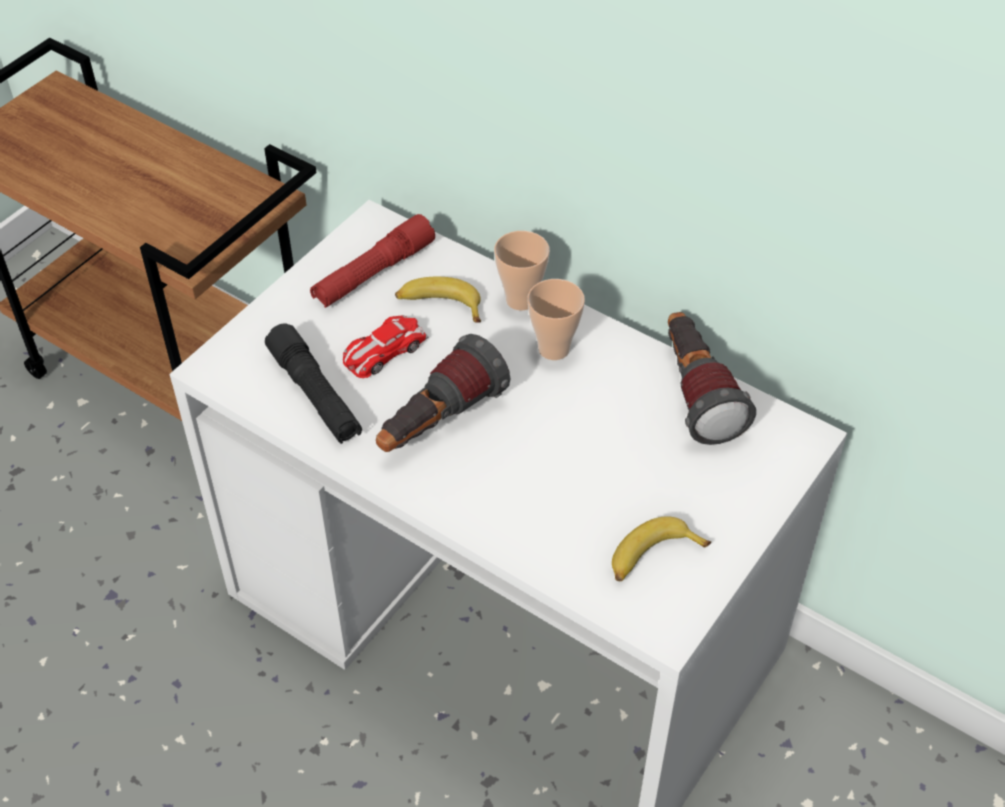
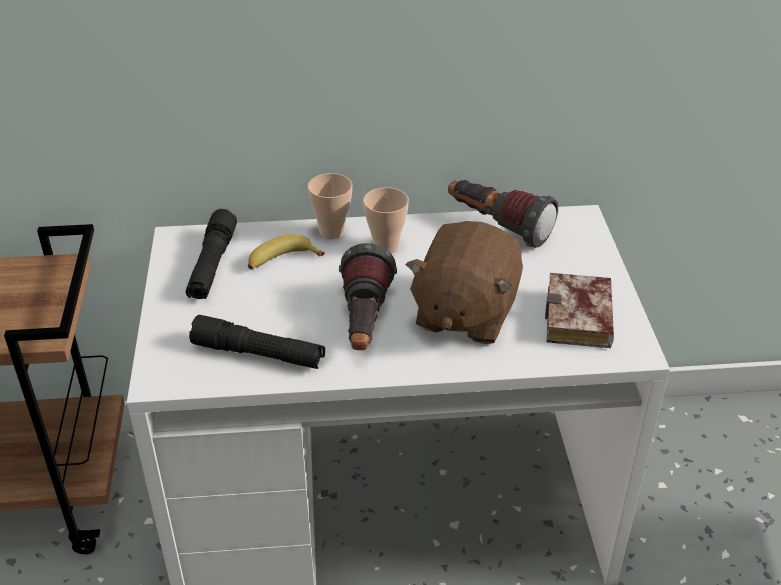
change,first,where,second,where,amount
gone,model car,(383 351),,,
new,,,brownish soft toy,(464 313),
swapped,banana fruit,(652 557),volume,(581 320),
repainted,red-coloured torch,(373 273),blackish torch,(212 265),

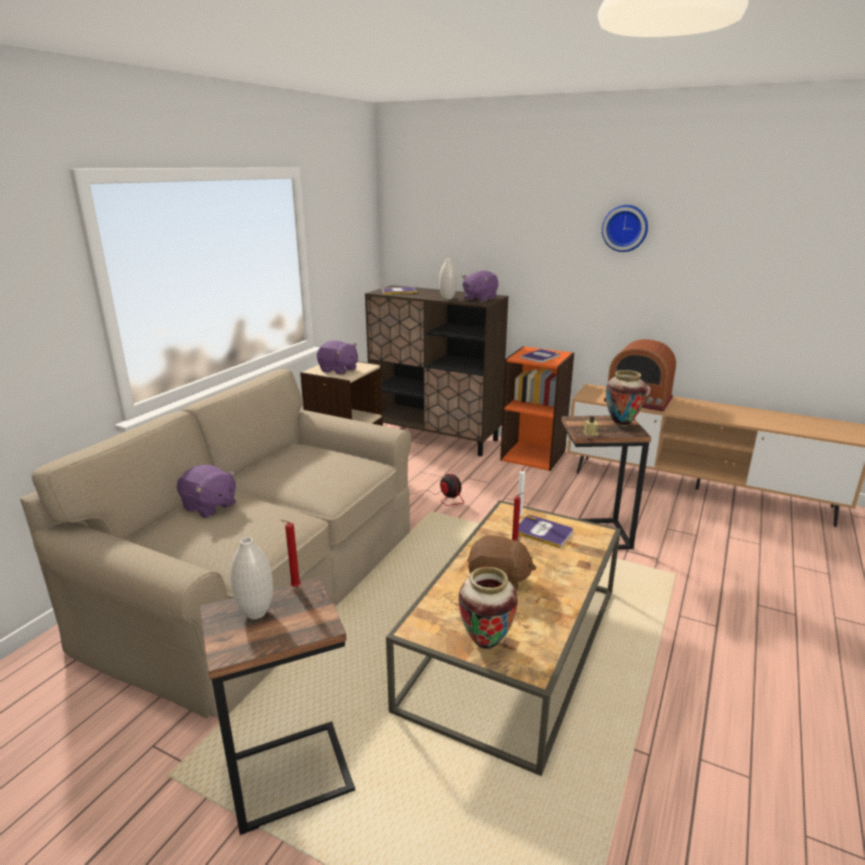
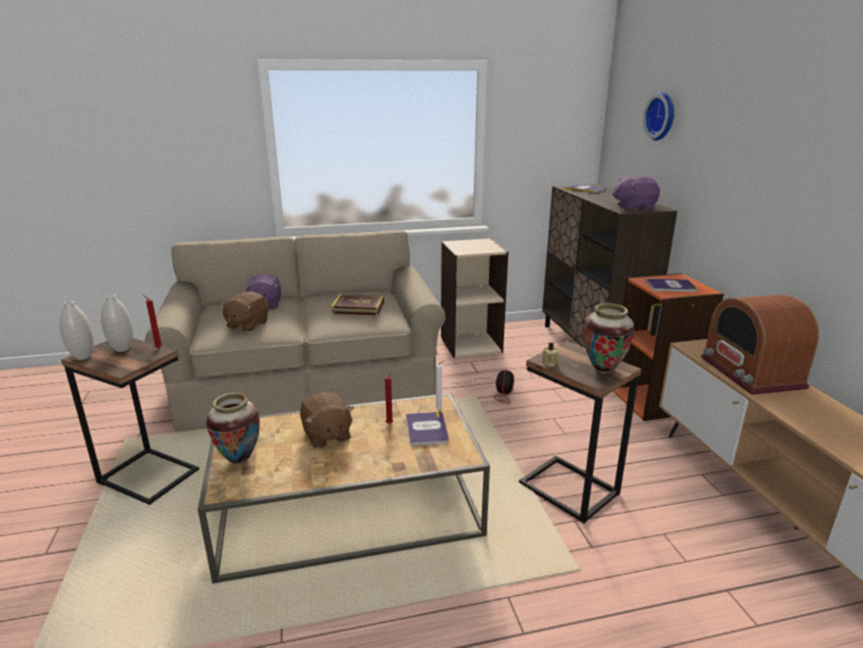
change,first,where,second,where,amount
gone,purplish soft toy,(338 370),,,
new,,,brownish soft toy,(247 325),
new,,,volume,(358 308),
shifted,white-coloured flower vase,(447 298),,(83 357),
shifted,clock on the wall,(625 228),,(662 116),

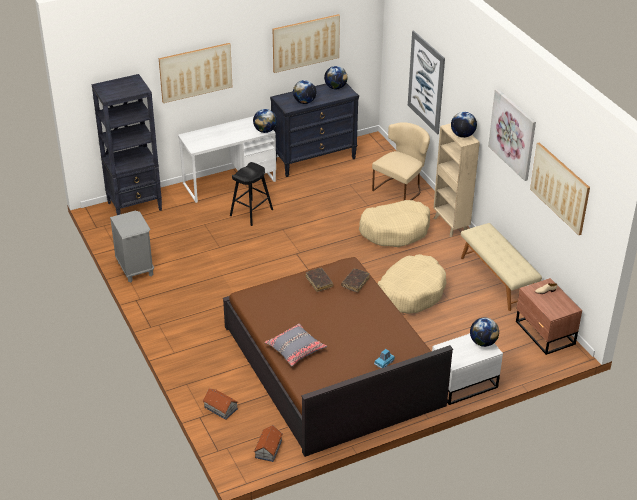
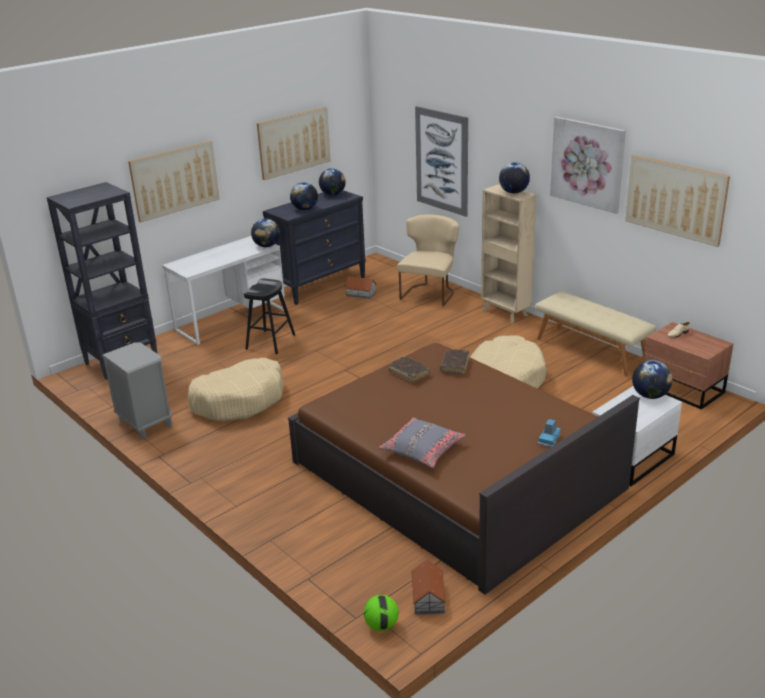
change,first,where,second,where,amount
new,,,ball for football,(381 625),
shifted,model house,(221 408),,(361 294),
shifted,beige-coloured dog bed,(395 230),,(239 400),

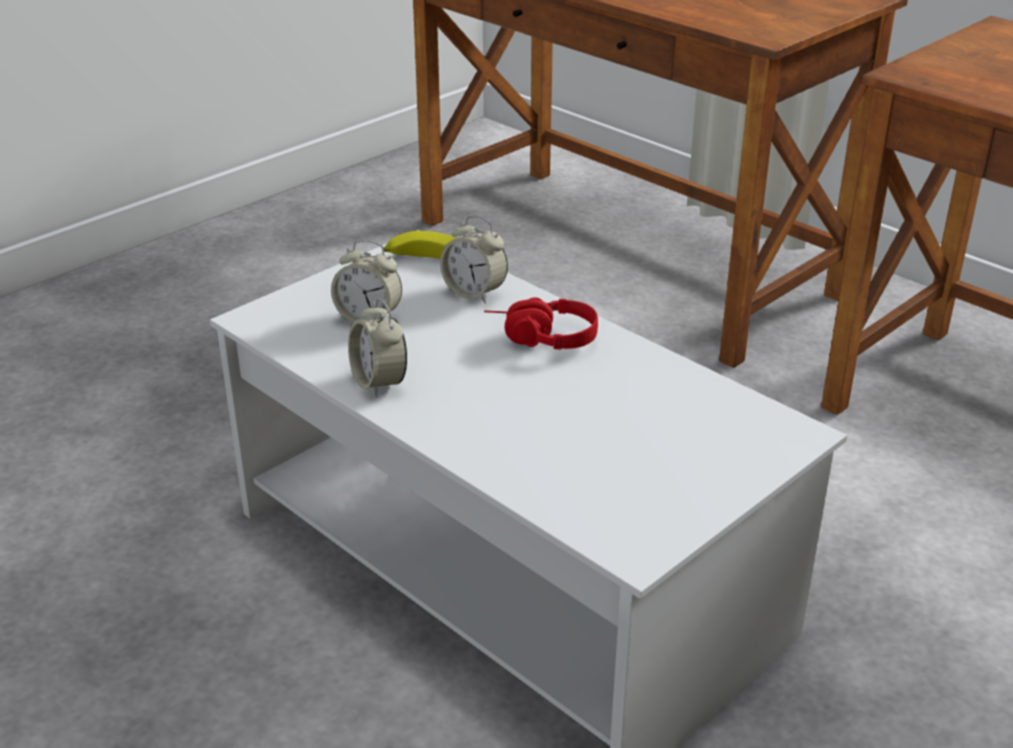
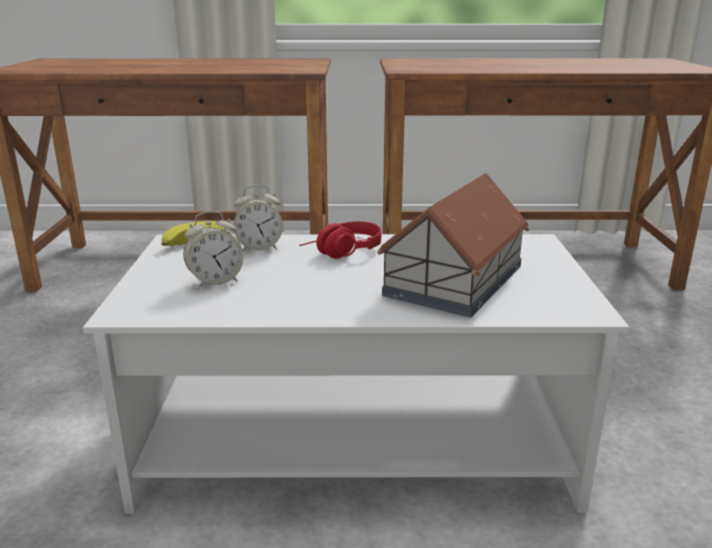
change,first,where,second,where,amount
gone,bedside clock,(379 382),,,
new,,,model house,(456 279),

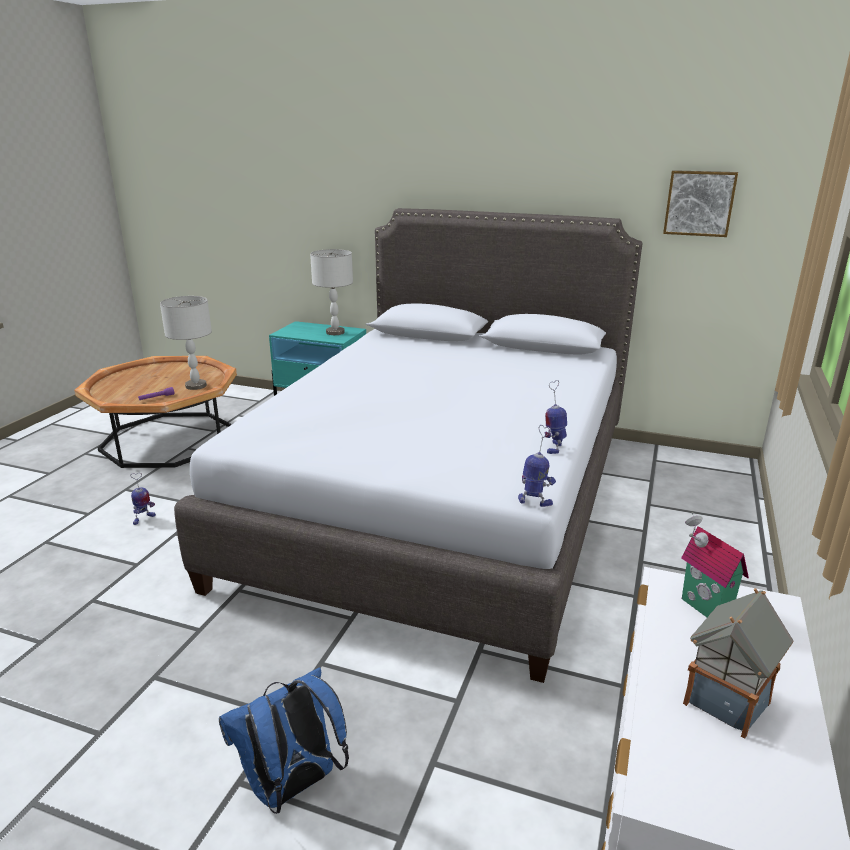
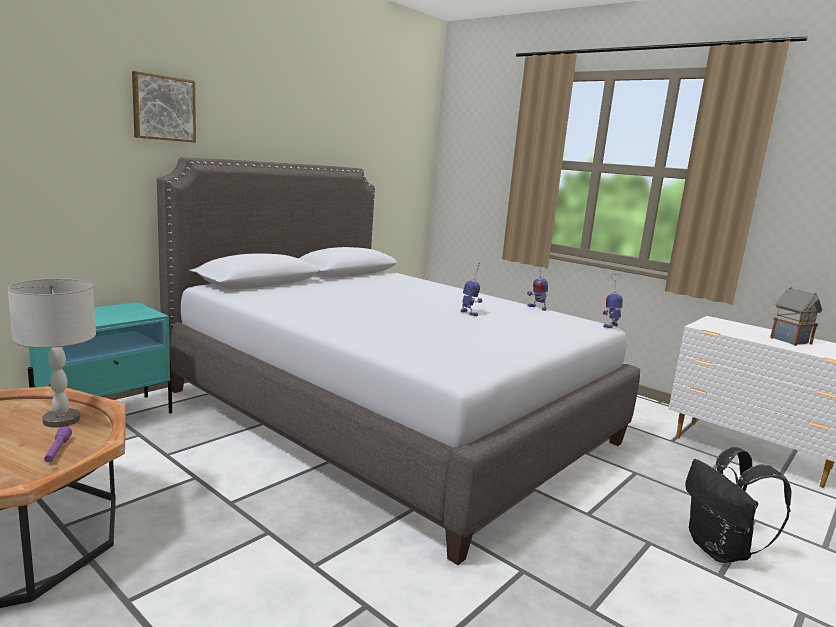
change,first,where,second,where,amount
gone,gray tabletop lamp,(335 332),,,
gone,model house,(702 609),,,
shifted,toy robot,(143 519),,(469 313),
shifted,wall picture,(699 203),,(163 108),
repainted,blue-coloured rucksack,(292 787),blackish rucksack,(720 551),

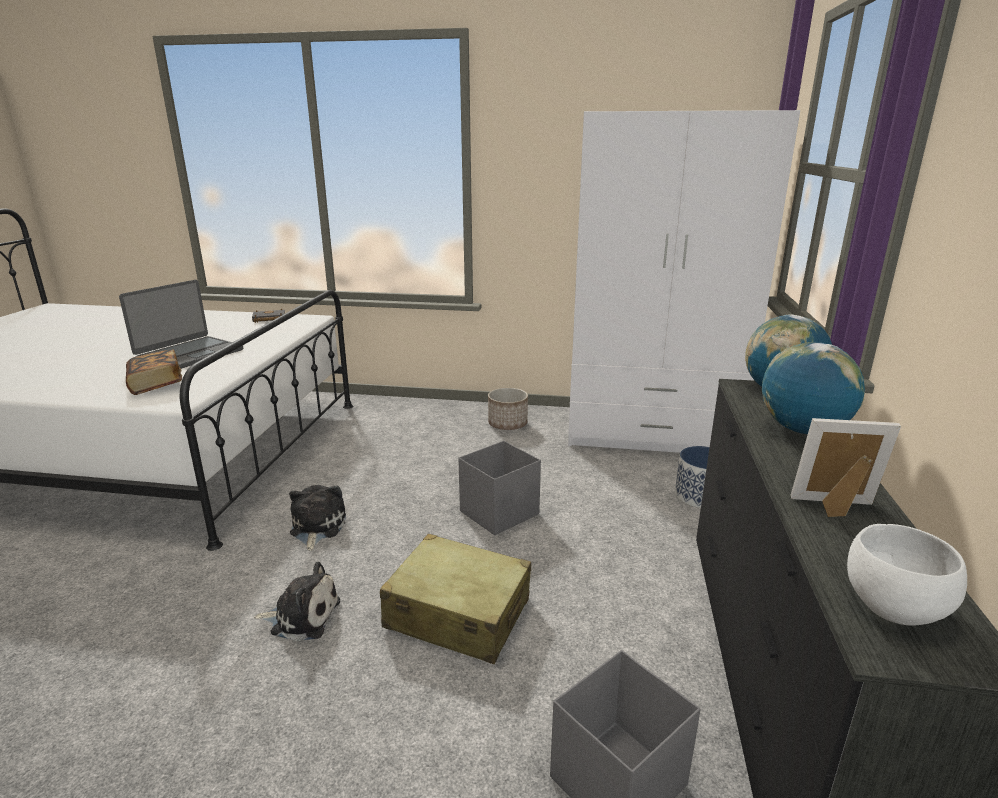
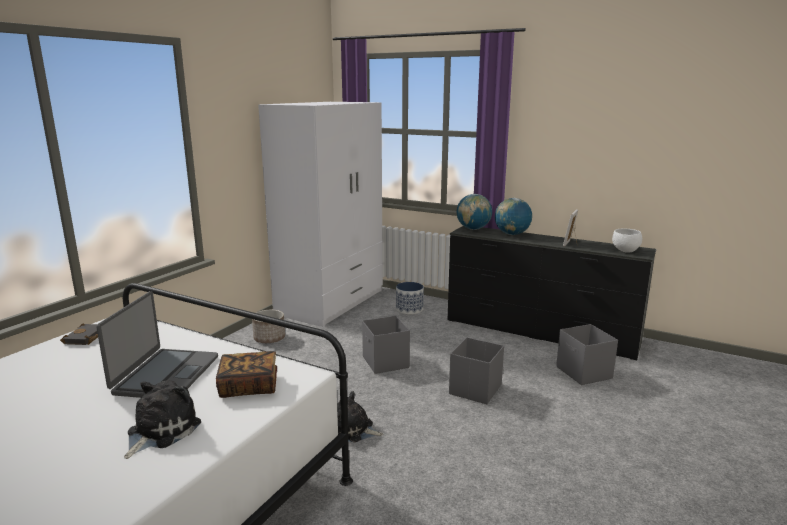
change,first,where,second,where,amount
shifted,soft toy,(302 616),,(160 431),
swapped,beige-coloured suitcase,(458 614),gray storage container,(474 390),
rotated,laptop,(189 355),,(165 375),45 degrees clockwise

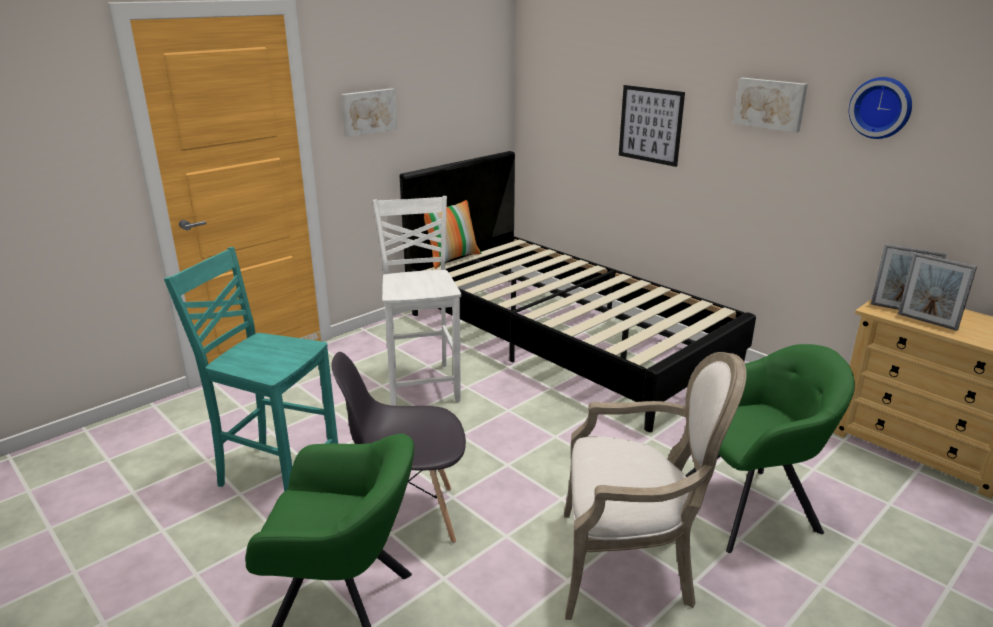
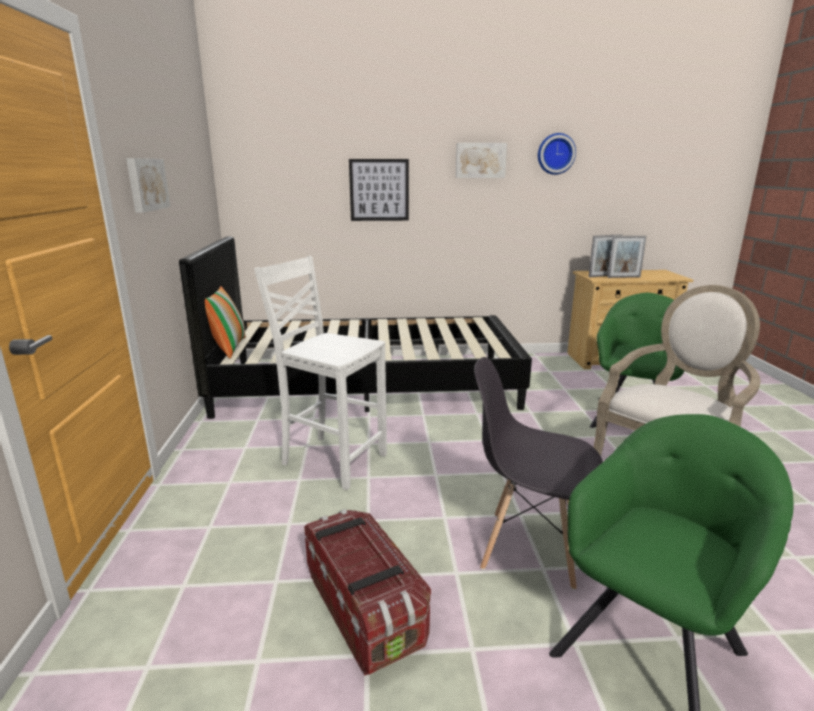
change,first,where,second,where,amount
swapped,turquoise-coloured plain chair,(277 474),storage container,(364 608),
rotated,gray plain chair,(409 518),,(529 548),75 degrees clockwise

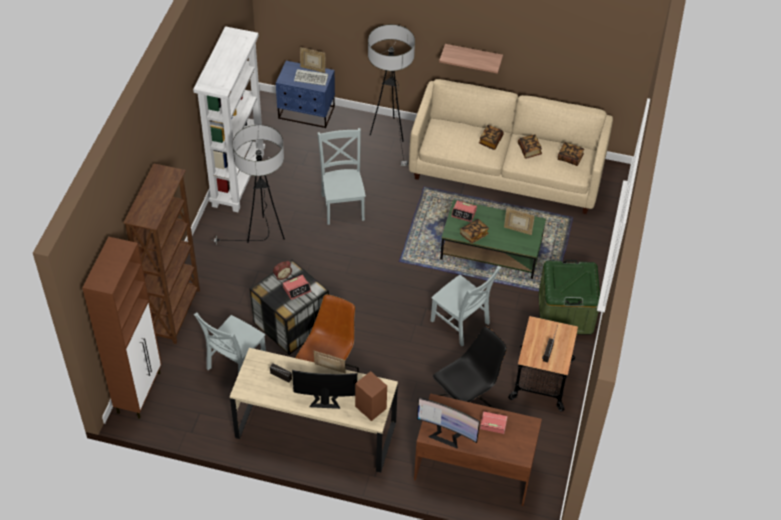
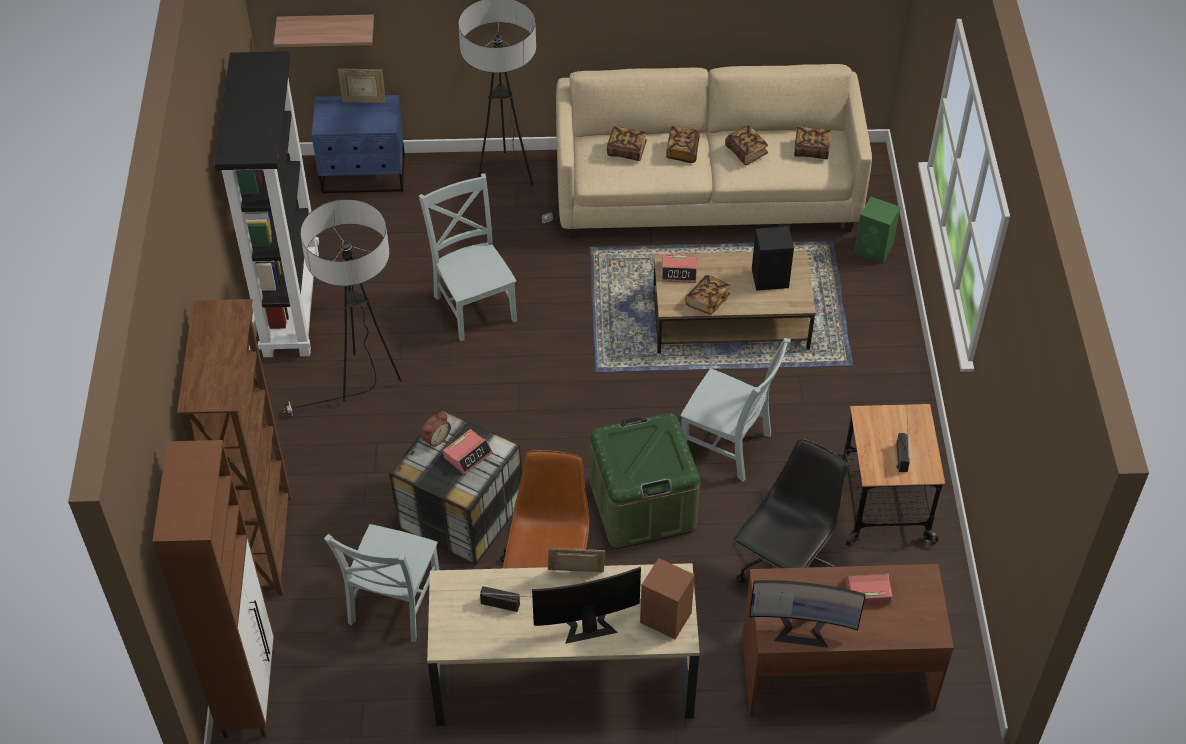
change,first,where,second,where,amount
gone,computer keyboard,(312 78),,,
new,,,volume,(626 150),
new,,,greenish audio speaker,(874 249),
shifted,bracket shelf,(473 57),,(327 28),
shifted,greenish storage container,(565 313),,(642 506),
swapped,photo frame,(517 230),blackish audio speaker,(771 278),
repainted,white-coloured bookshelf,(237 179),blackish bookshelf,(290 303),
repainted,greenish low table,(492 250),brownish low table,(731 320),

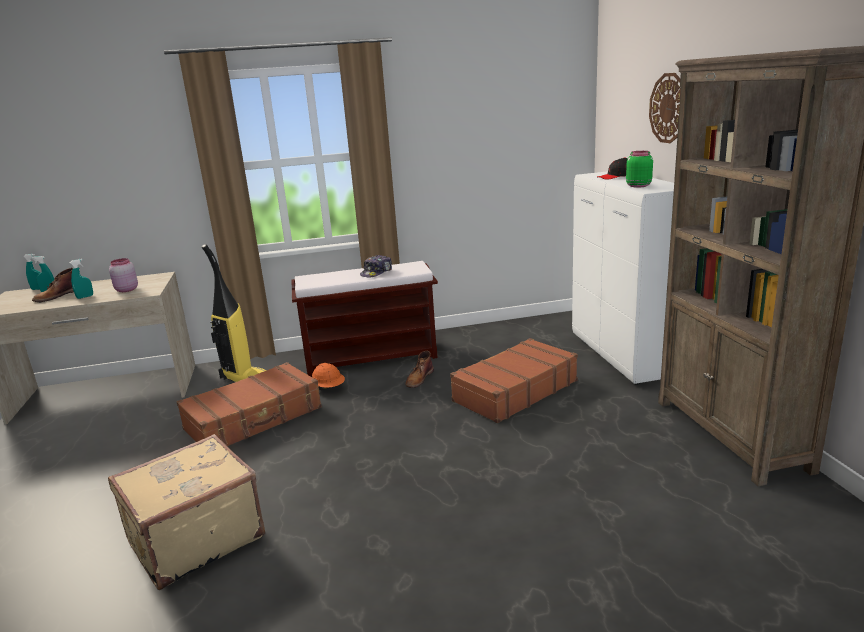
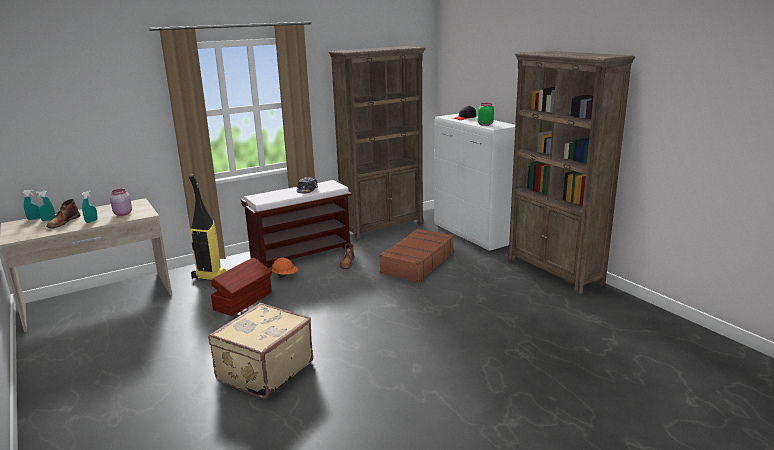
change,first,where,second,where,amount
gone,clock on the wall,(668 108),,,
new,,,brownish bookshelf,(383 227),
swapped,brownish suitcase,(254 419),brownish storage container,(244 301),

